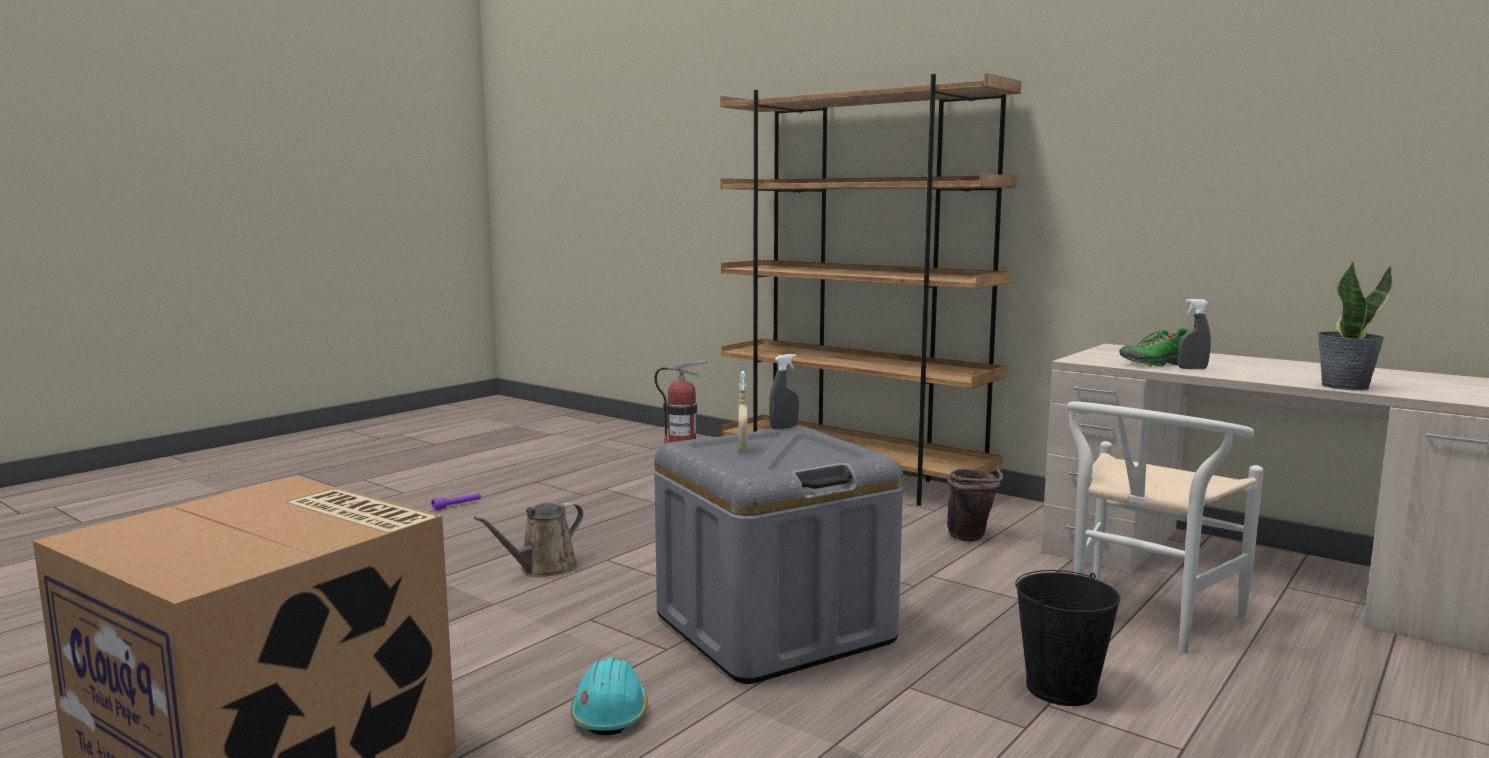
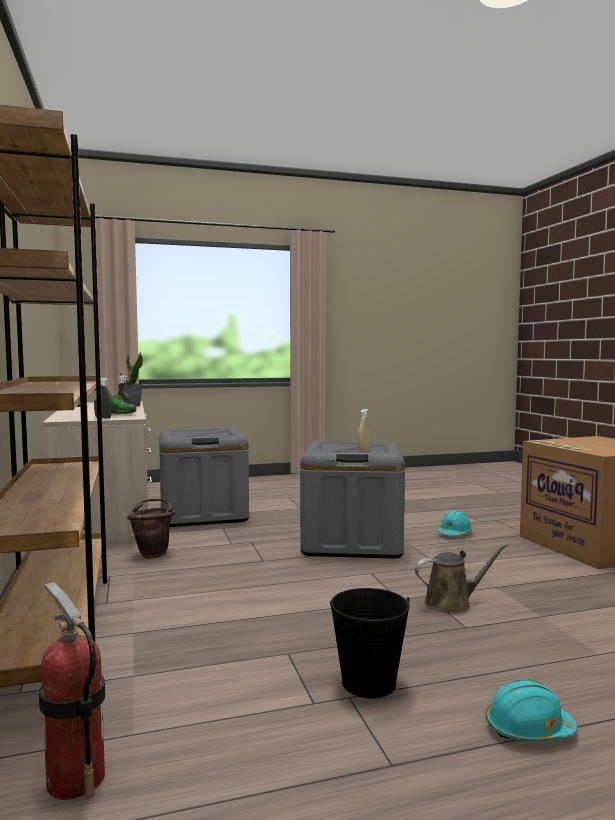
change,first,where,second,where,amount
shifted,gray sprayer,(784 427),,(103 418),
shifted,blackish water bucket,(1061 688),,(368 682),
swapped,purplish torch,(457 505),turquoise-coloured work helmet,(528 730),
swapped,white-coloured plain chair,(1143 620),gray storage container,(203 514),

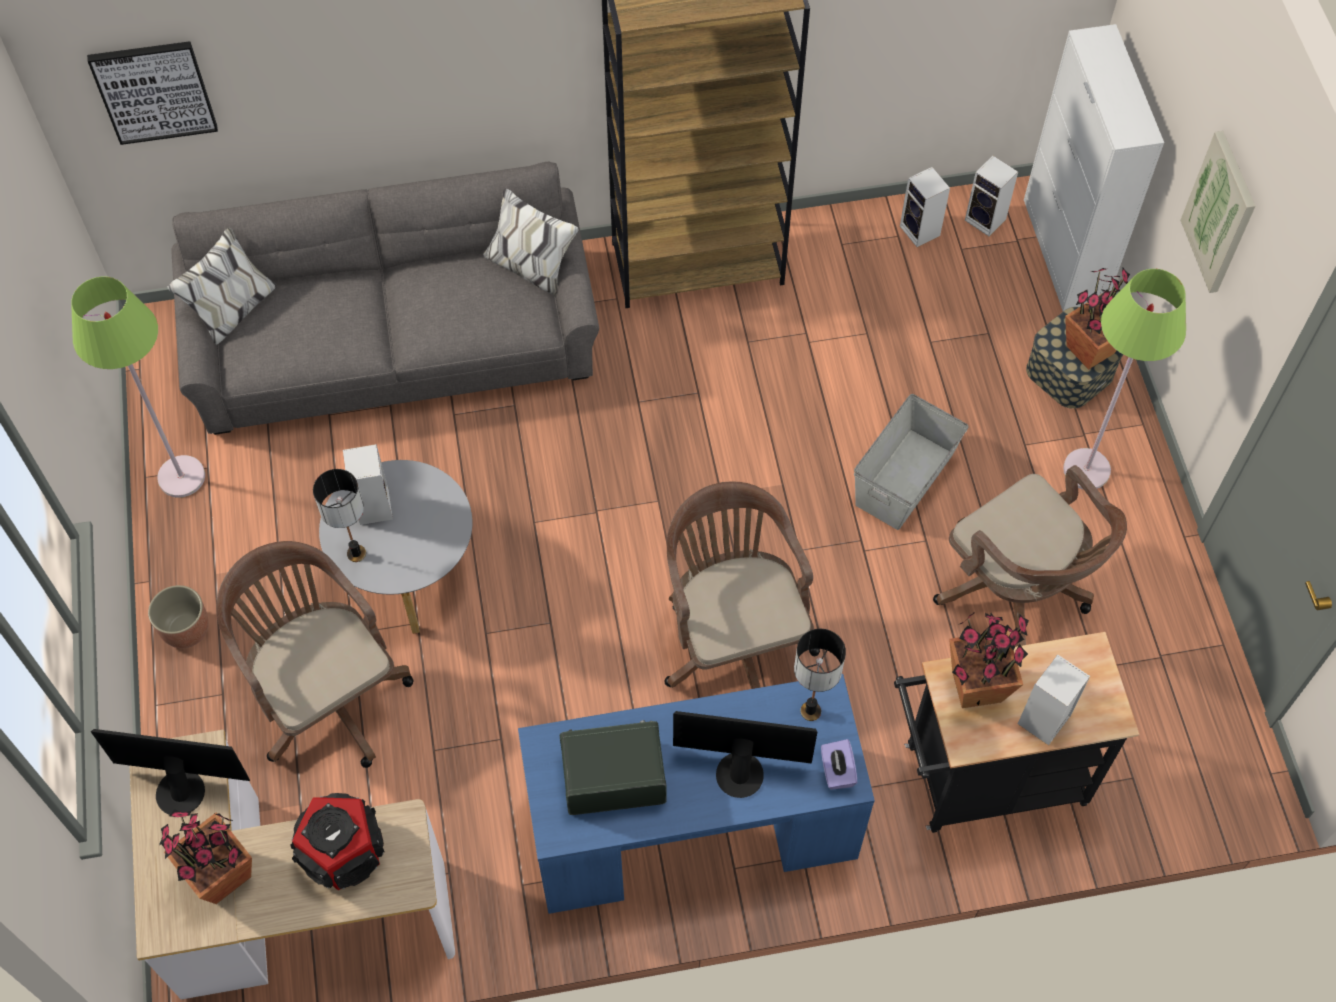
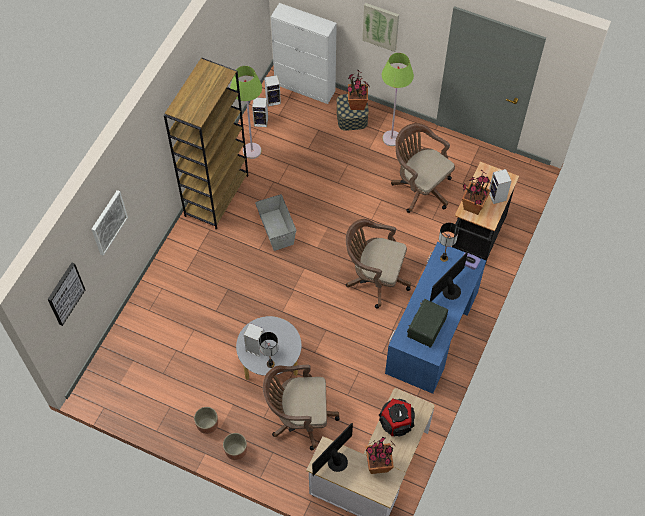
change,first,where,second,where,amount
gone,gray settee,(395 342),,,
new,,,wall picture,(108 222),
new,,,flower pot,(207 425),
shifted,greenish standard lamp,(181 477),,(252 151),
shifted,gray storage container,(905 479),,(276 229),
rotated,brownish computer chair,(1016 592),,(419 187),135 degrees counterclockwise

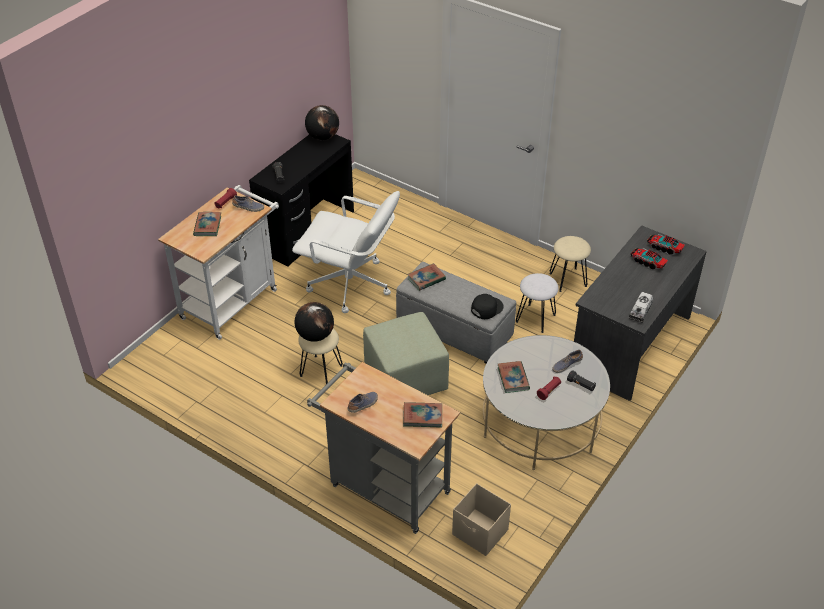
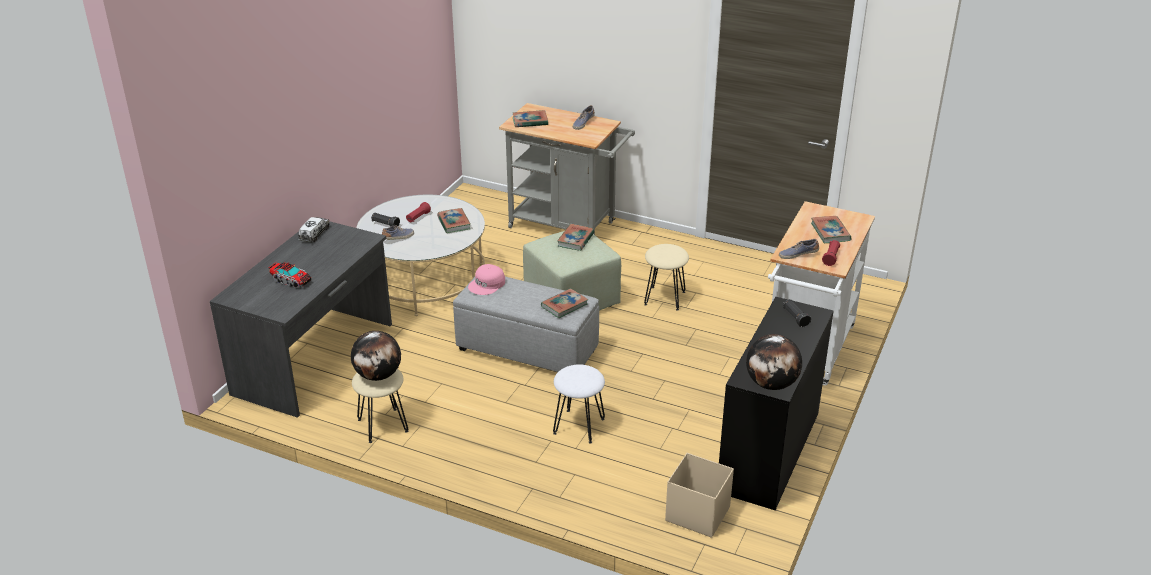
change,first,where,second,where,amount
gone,white-coloured computer chair,(350 285),,,
gone,toy lorry,(664 248),,,
new,,,volume,(575 240),
shifted,globe,(315 335),,(378 375),
shifted,beige-coloured storage container,(480 533),,(697 513),
shifted,white-coloured stool,(535 318),,(578 426),
repainted,blackish cap,(486 308),pink-coloured cap,(487 284),

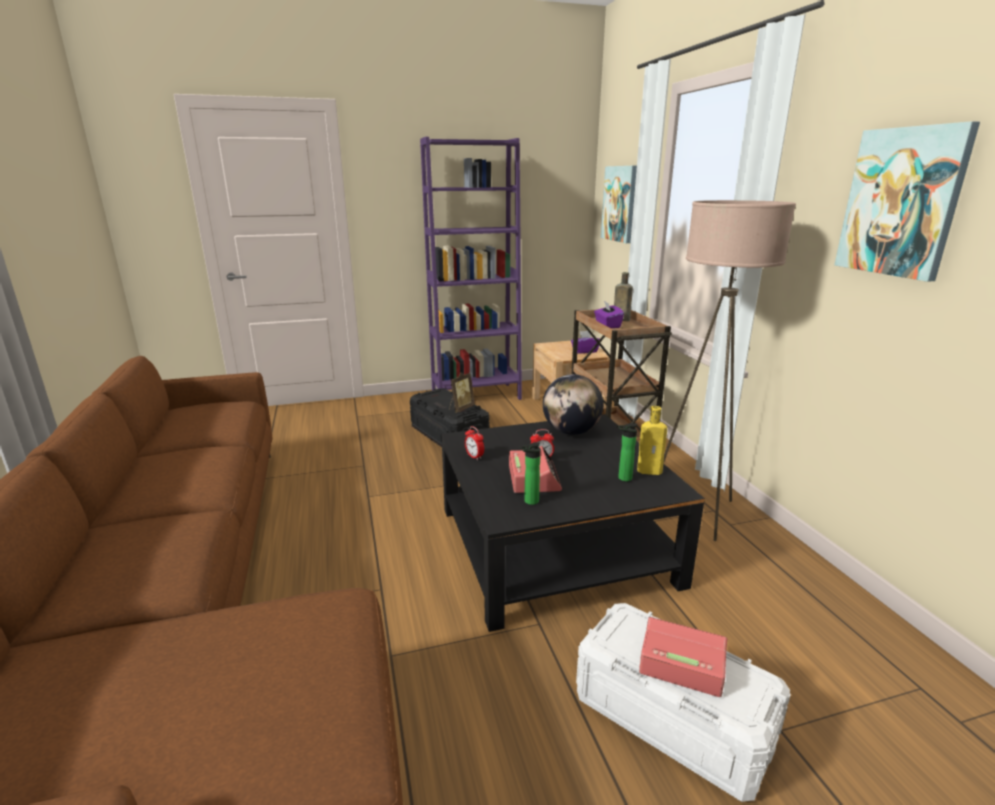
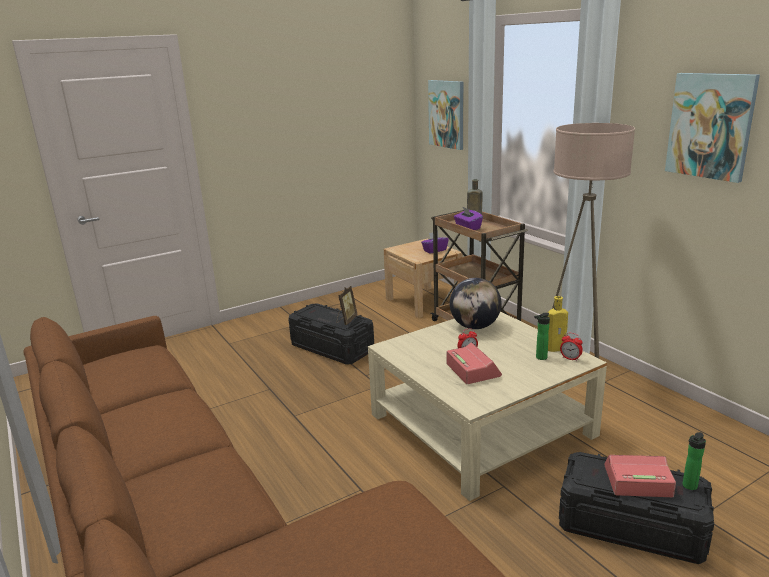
change,first,where,second,where,amount
gone,purplish bookshelf,(476 395),,,
shifted,bedside clock,(474 457),,(570 358),
shifted,bottle,(529 501),,(688 487),
repainted,blackish low table,(554 545),beige-coloured low table,(481 424),
repainted,white-coloured storage container,(672 718),blackish storage container,(631 527),

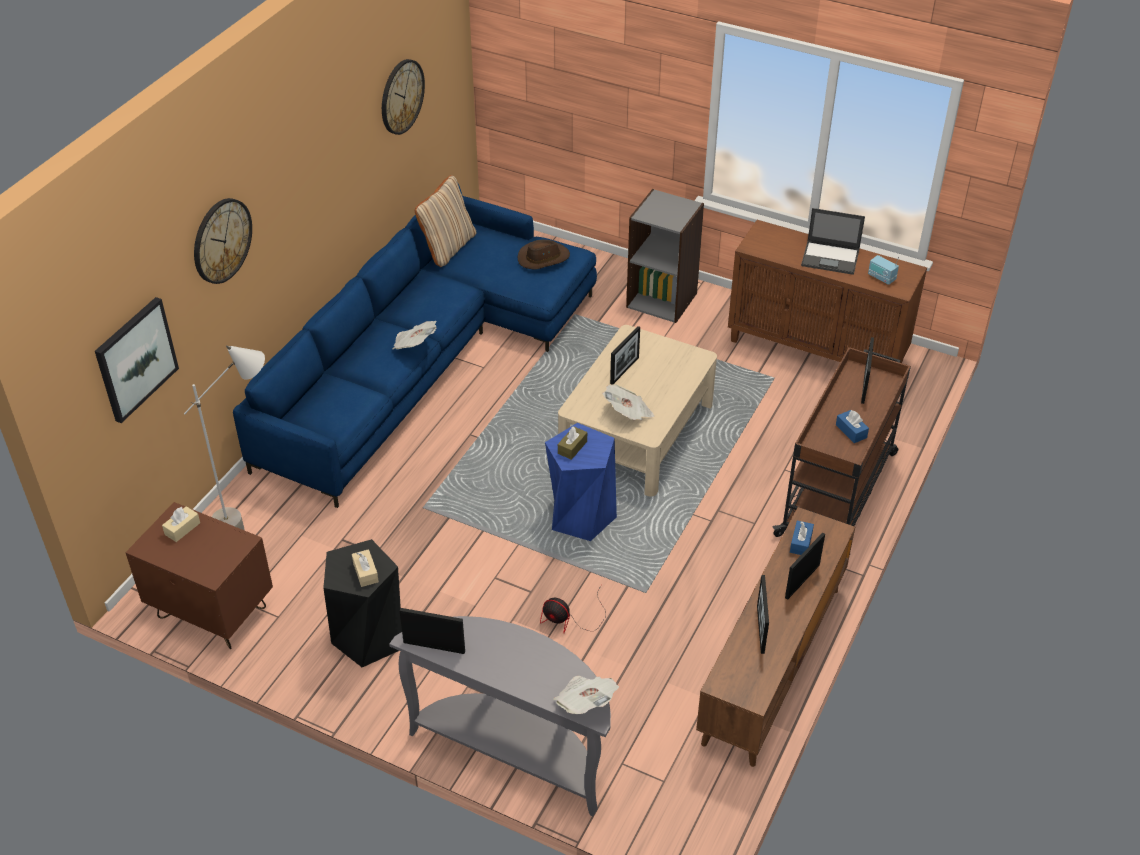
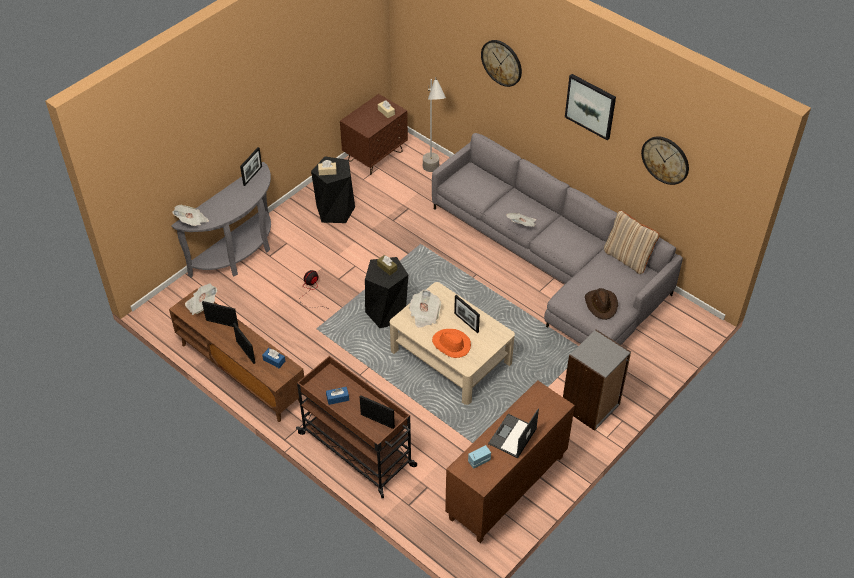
change,first,where,second,where,amount
new,,,newspaper,(202 305),
new,,,orange-coloured hat,(451 344),
shifted,wall picture,(135 359),,(590 106),
repainted,blue-coloured settee,(425 360),gray settee,(554 264),
repainted,blue-coloured stool,(581 516),blackish stool,(387 312),

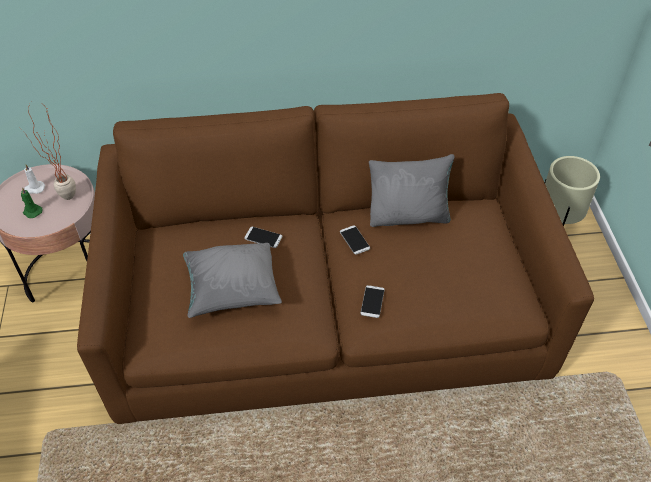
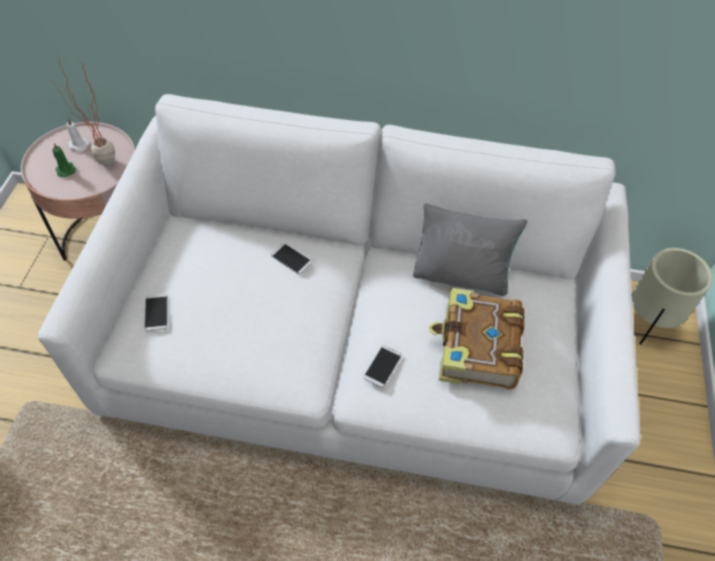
change,first,where,second,where,amount
gone,gray cushion,(232 292),,,
new,,,volume,(476 349),
shifted,phone,(354 240),,(156 313),
repainted,brownish settee,(326 304),white-coloured settee,(356 343),

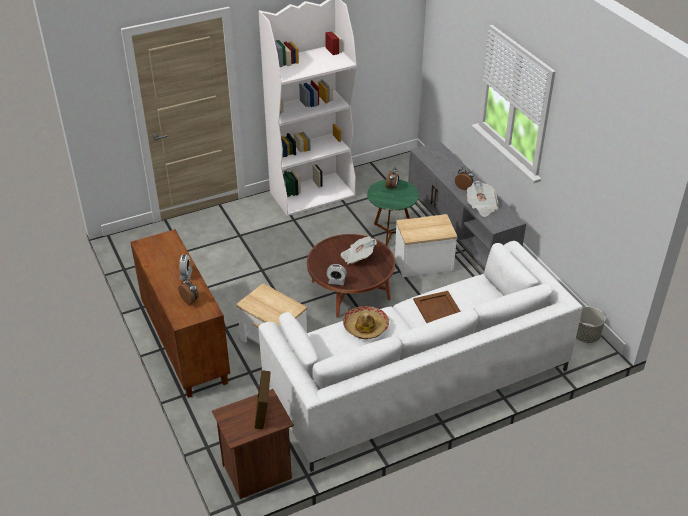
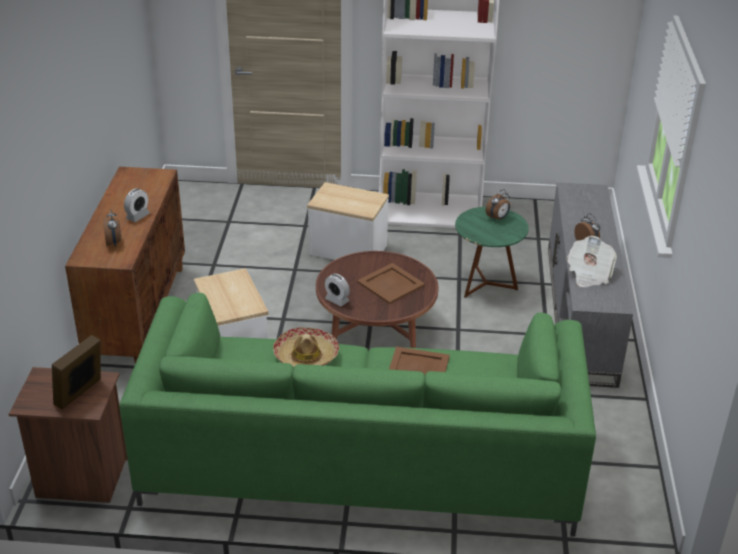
change,first,where,second,where,amount
gone,gray flower pot,(586 336),,,
shifted,end table,(423 263),,(348 250),
swapped,newspaper,(357 257),brownish carrying tray,(390 284),
repainted,white-coloured settee,(416 380),greenish settee,(360 460),

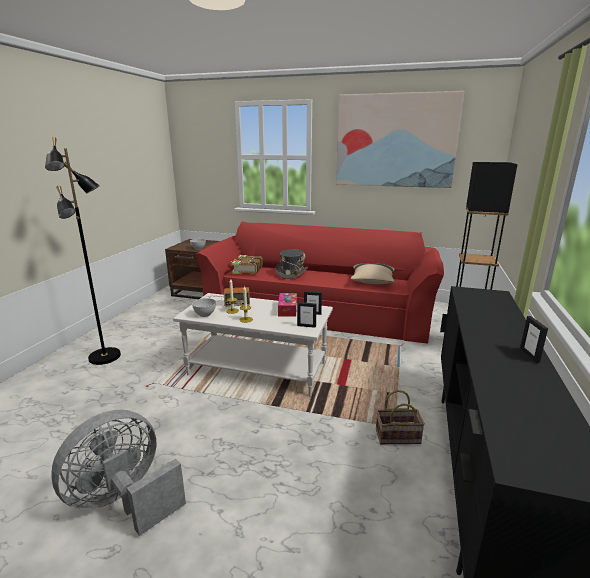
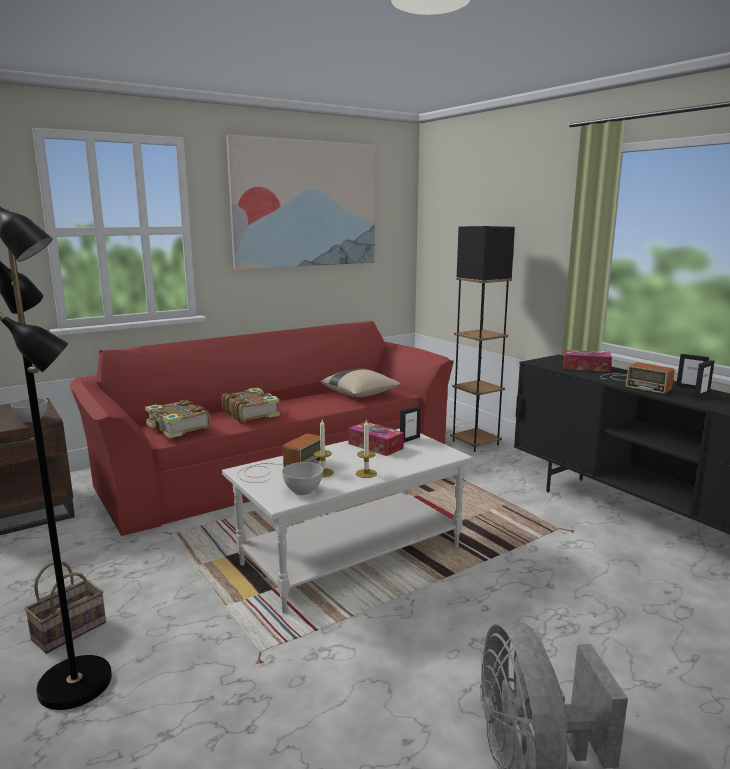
change,first,where,second,where,amount
new,,,tissue box,(586 367),
new,,,radio receiver,(633 382),
shifted,photo frame,(306 326),,(701 396),
shifted,storage basket,(398 436),,(70 629),
swapped,gray hat,(291 273),volume,(251 413),

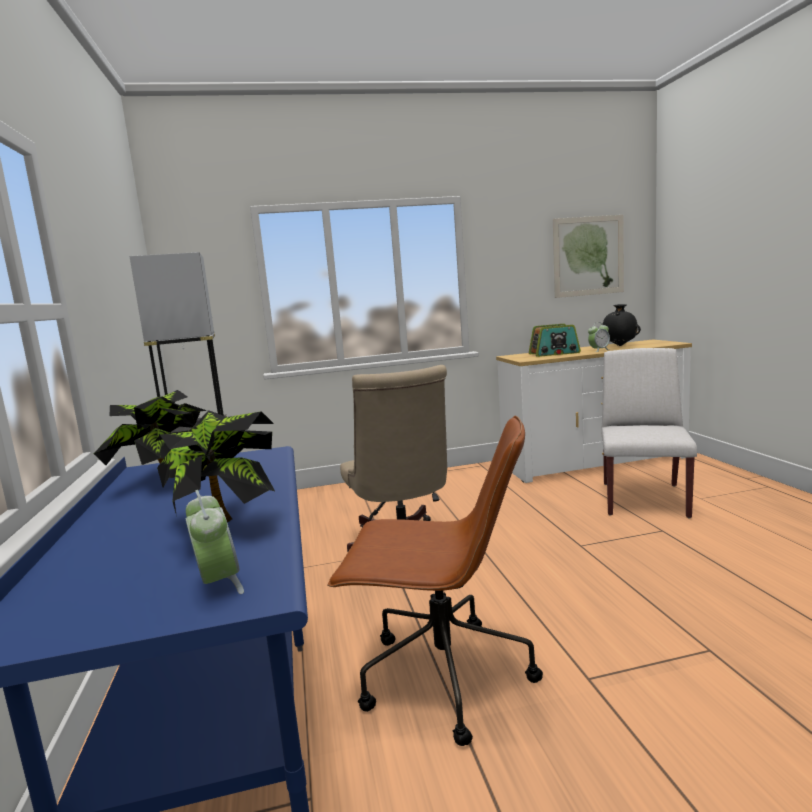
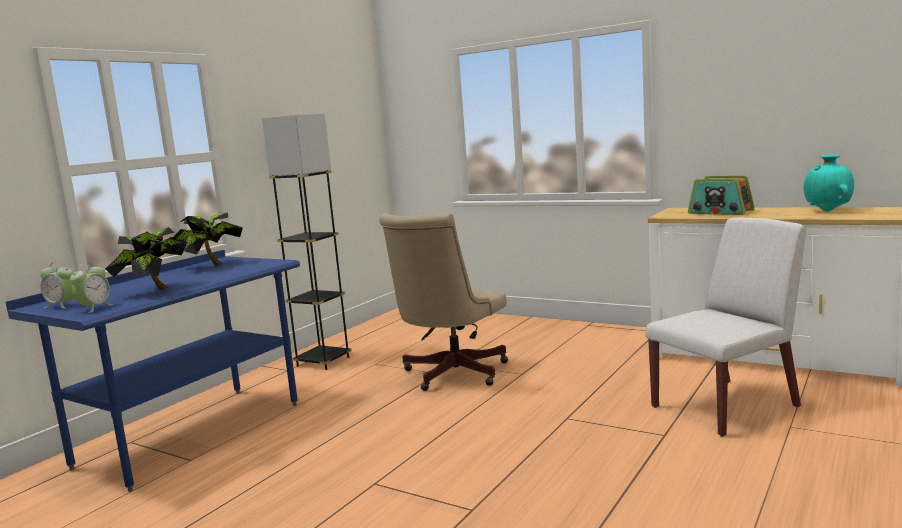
change,first,where,second,where,amount
gone,brownish computer chair,(442 677),,,
gone,wall picture,(588 256),,,
shifted,bedside clock,(599 350),,(61 306),
repainted,blackish flower vase,(620 345),turquoise-coloured flower vase,(828 211),

